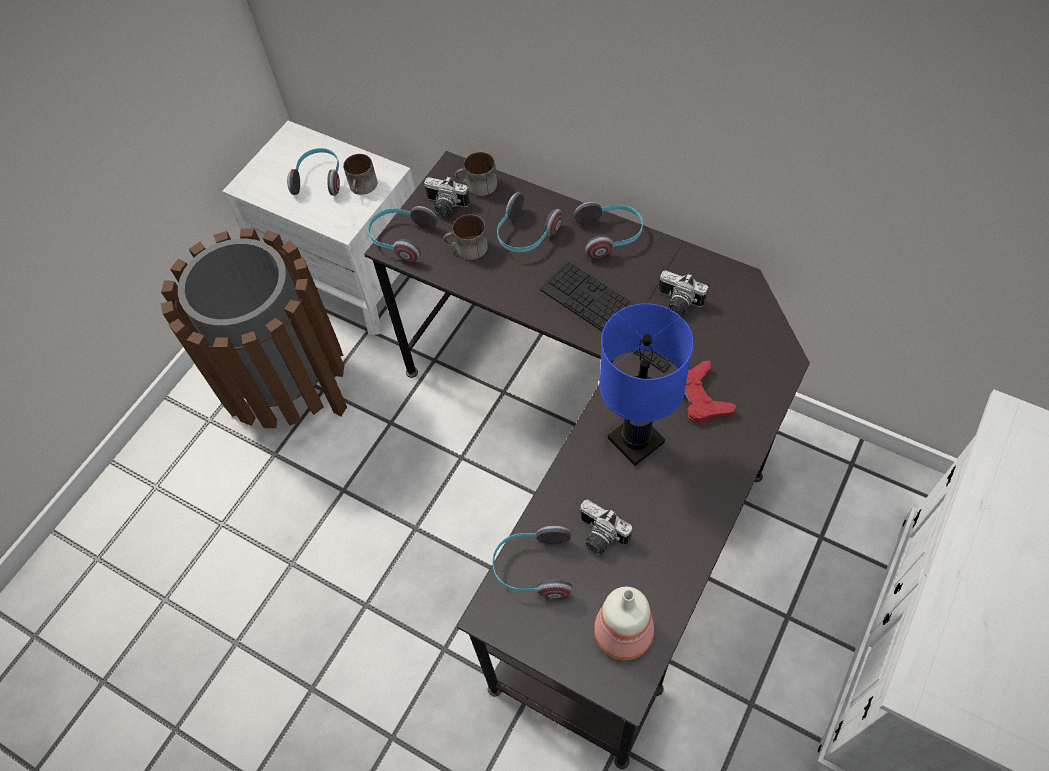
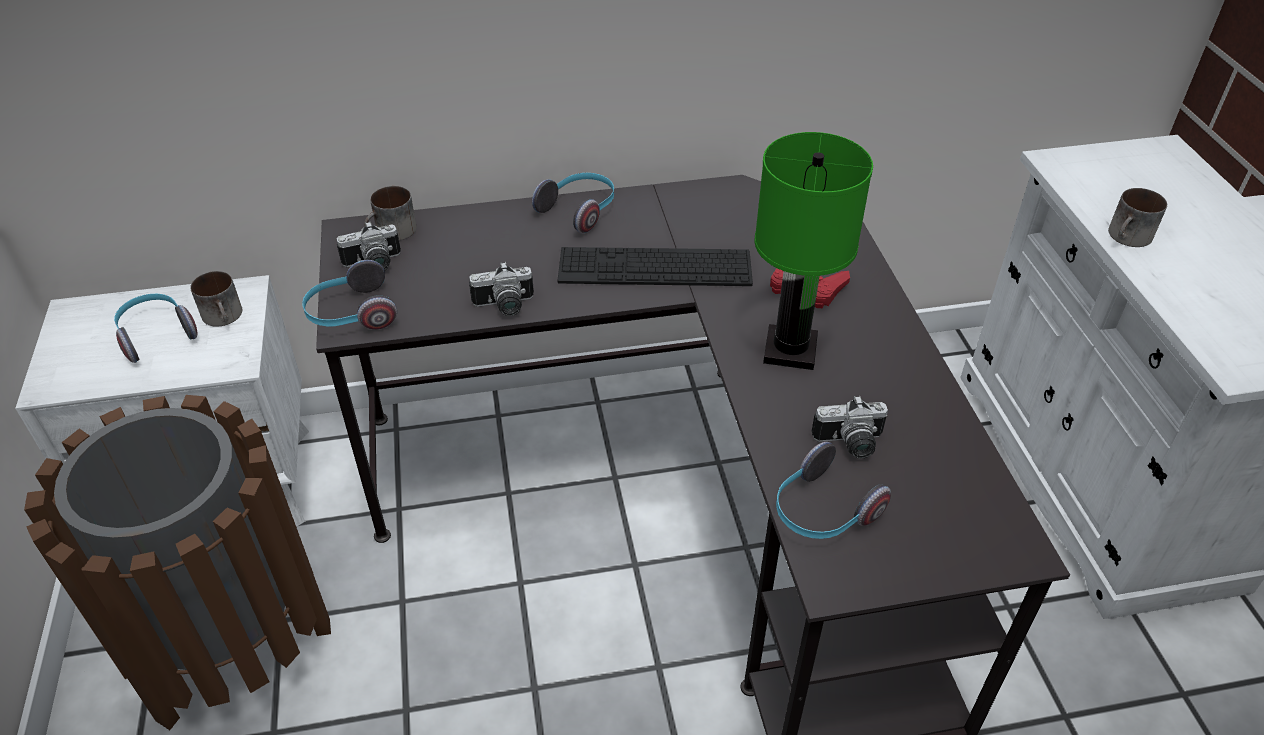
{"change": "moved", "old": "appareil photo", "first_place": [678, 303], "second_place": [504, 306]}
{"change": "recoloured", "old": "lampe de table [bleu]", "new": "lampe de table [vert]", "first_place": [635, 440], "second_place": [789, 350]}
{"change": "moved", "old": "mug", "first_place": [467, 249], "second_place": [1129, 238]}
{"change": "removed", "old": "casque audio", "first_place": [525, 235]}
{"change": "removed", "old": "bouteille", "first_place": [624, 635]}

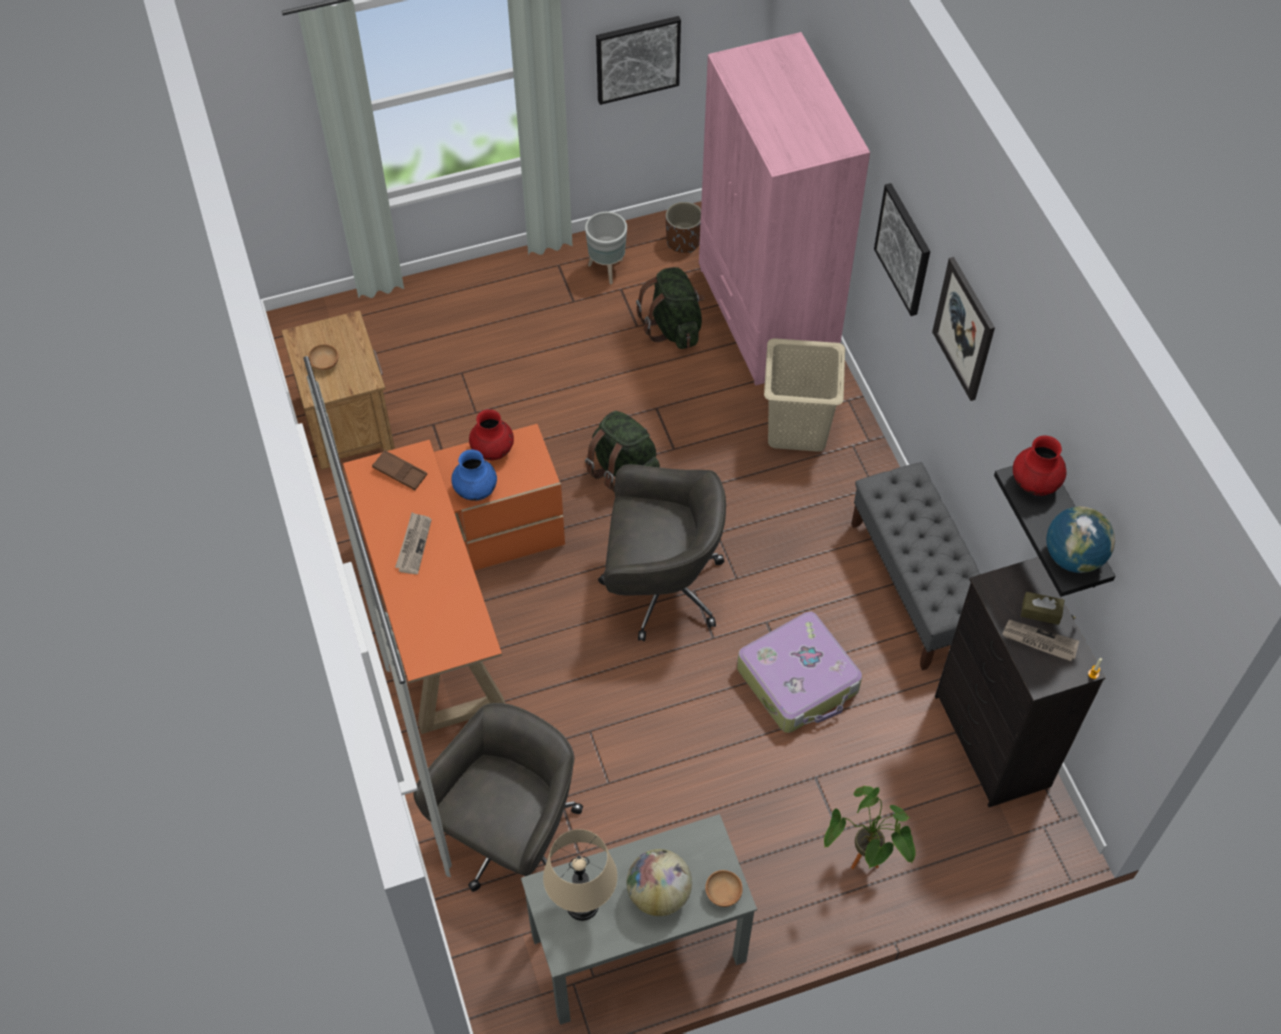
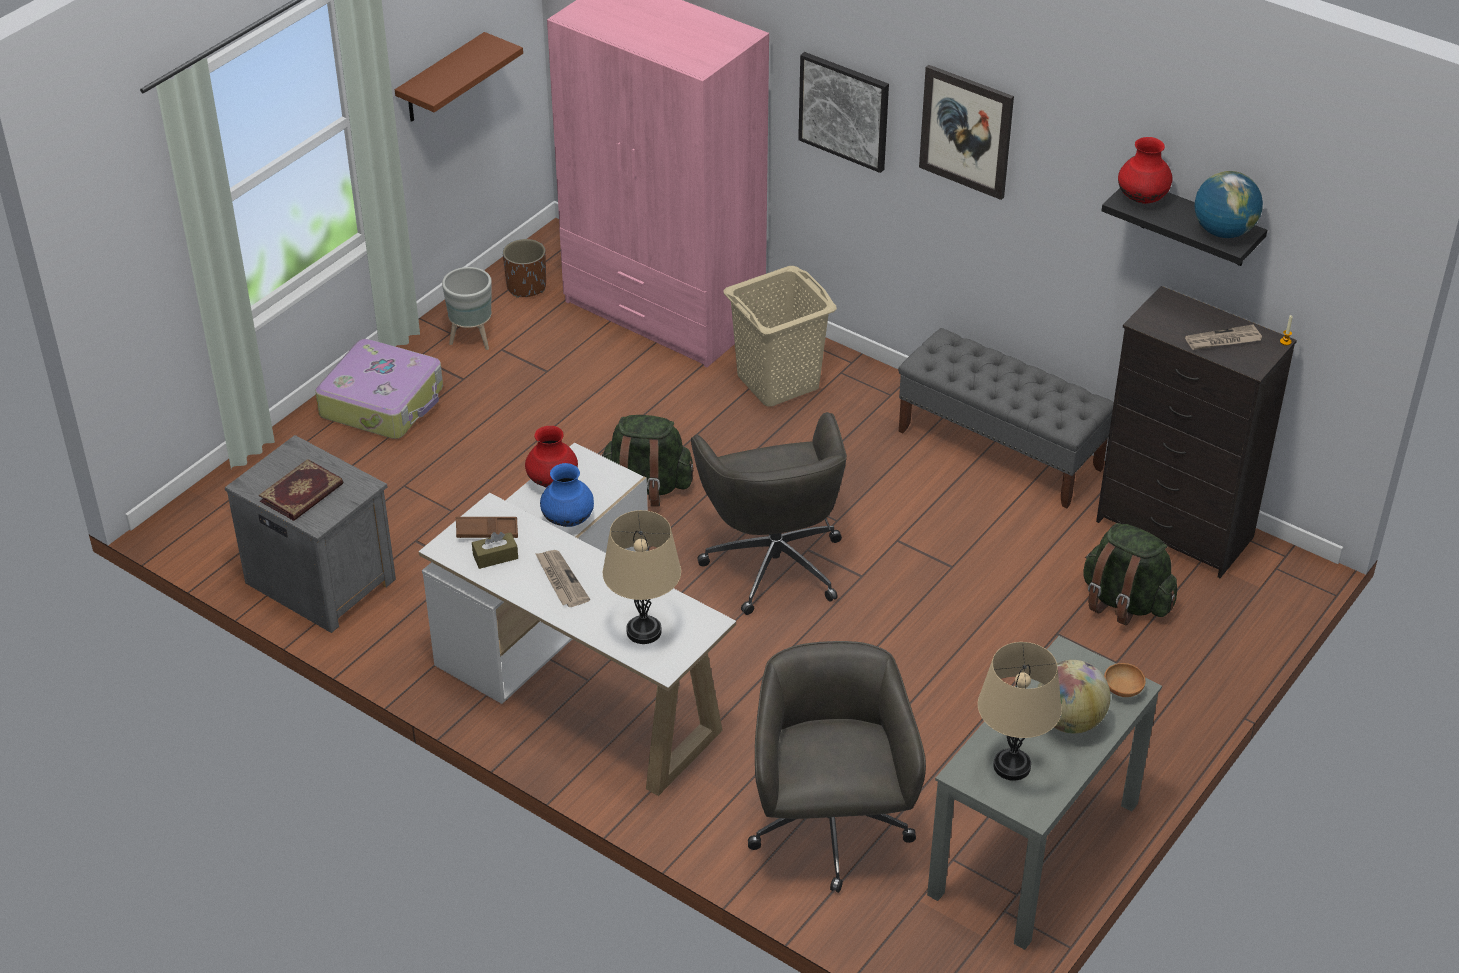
{"change": "recoloured", "old": "table de chevet [marron]", "new": "table de chevet [gris]", "first_place": [347, 421], "second_place": [320, 579]}
{"change": "replaced", "old": "bol [marron]", "new": "livre", "first_place": [324, 364], "second_place": [302, 493]}
{"change": "moved", "old": "valise", "first_place": [799, 680], "second_place": [383, 402]}
{"change": "replaced", "old": "tableau", "new": "étagère [marron]", "first_place": [637, 59], "second_place": [442, 79]}
{"change": "recoloured", "old": "bureau [orange]", "new": "bureau [blanc]", "first_place": [454, 596], "second_place": [579, 668]}
{"change": "moved", "old": "boîte à mouchoirs [marron]", "first_place": [1040, 612], "second_place": [495, 557]}
{"change": "added", "new": "lampe de table [beige]", "second_place": [643, 631]}
{"change": "turned", "old": "chaise de bureau [gris]", "first_place": [660, 587], "second_place": [773, 562], "degrees": 105}
{"change": "moved", "old": "sac à dos [vert]", "first_place": [673, 327], "second_place": [1124, 602]}
{"change": "removed", "old": "plante en pot", "first_place": [863, 867]}

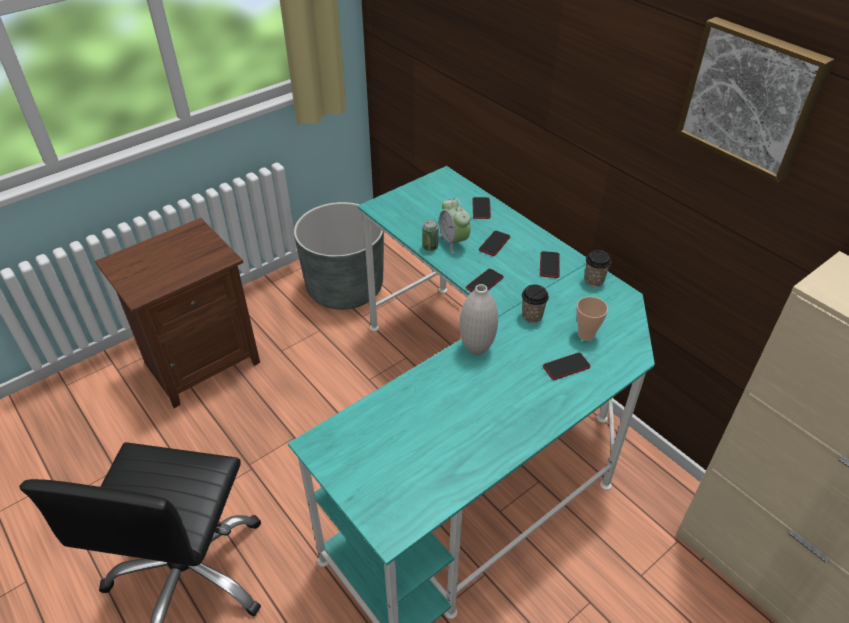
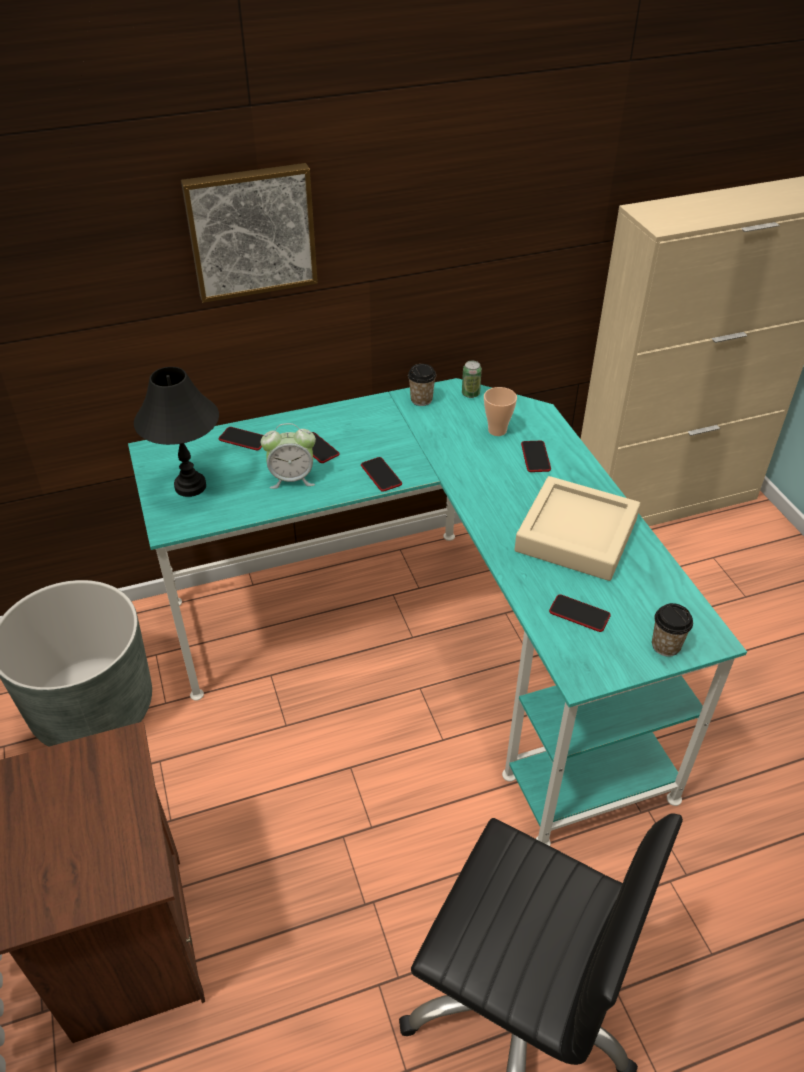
{"change": "added", "new": "lampe de table [noir]", "second_place": [191, 486]}
{"change": "moved", "old": "tableau", "first_place": [751, 97], "second_place": [251, 231]}
{"change": "moved", "old": "boîte métallique", "first_place": [430, 247], "second_place": [470, 394]}
{"change": "added", "new": "plateau [beige]", "second_place": [576, 535]}
{"change": "moved", "old": "téléphone", "first_place": [549, 265], "second_place": [579, 614]}
{"change": "moved", "old": "tasse", "first_place": [532, 316], "second_place": [665, 646]}
{"change": "removed", "old": "vase [blanc]", "first_place": [476, 348]}

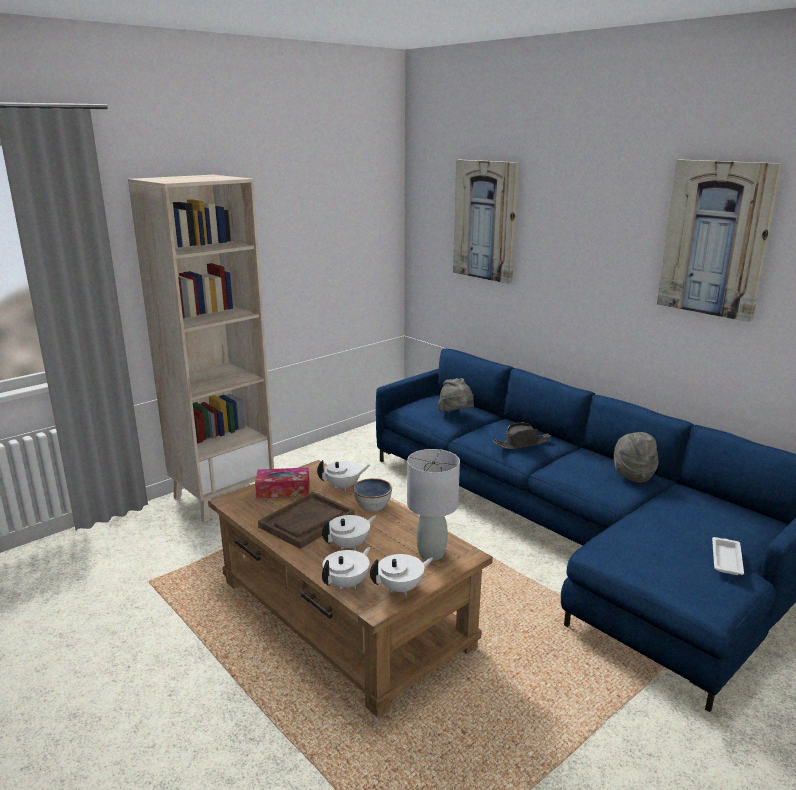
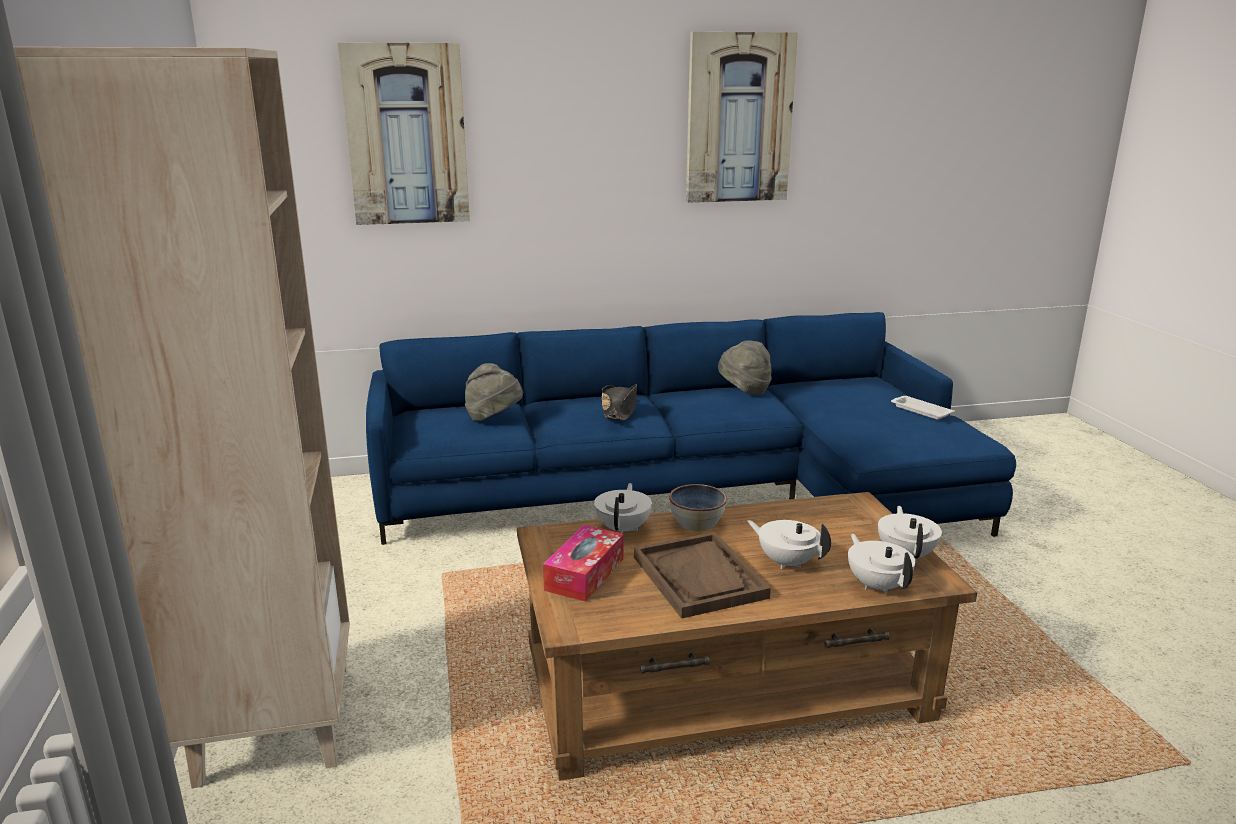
{"change": "turned", "old": "théière [blanc]", "first_place": [350, 545], "second_place": [787, 562], "degrees": -45}
{"change": "removed", "old": "lampe de table [gris]", "first_place": [431, 554]}

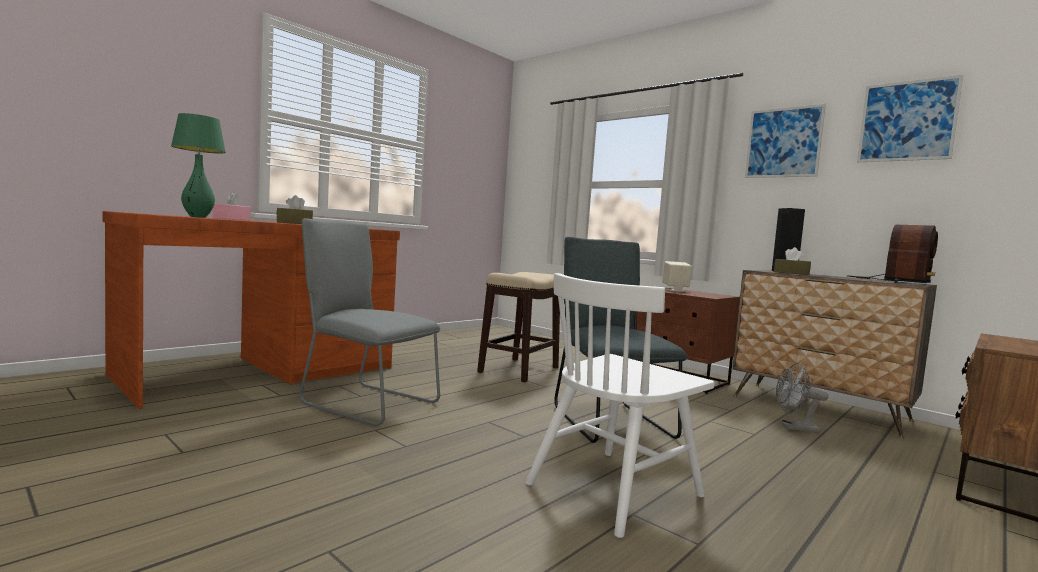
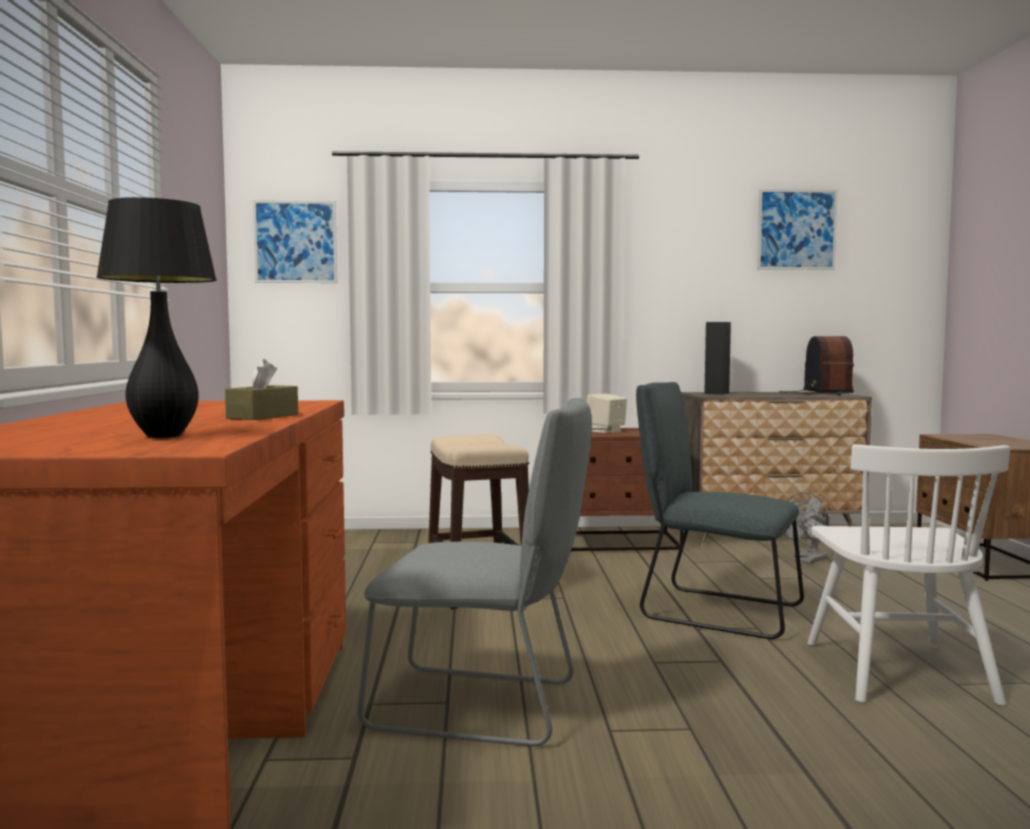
{"change": "recoloured", "old": "lampe de table [vert]", "new": "lampe de table [noir]", "first_place": [198, 217], "second_place": [163, 436]}
{"change": "moved", "old": "tableau", "first_place": [783, 142], "second_place": [295, 242]}
{"change": "turned", "old": "chaise [gris]", "first_place": [365, 402], "second_place": [483, 706], "degrees": -150}
{"change": "removed", "old": "boîte à mouchoirs [rose]", "first_place": [232, 219]}
{"change": "removed", "old": "boîte à mouchoirs [marron]", "first_place": [791, 273]}

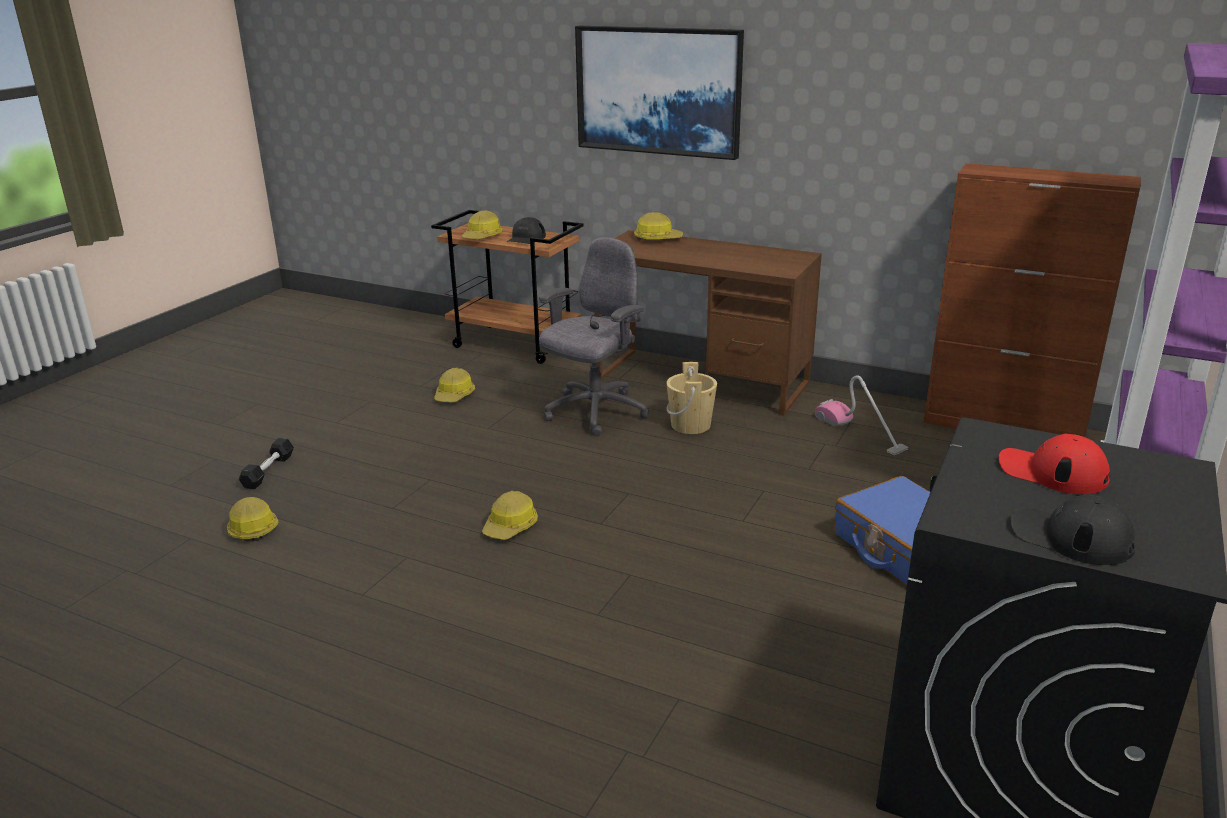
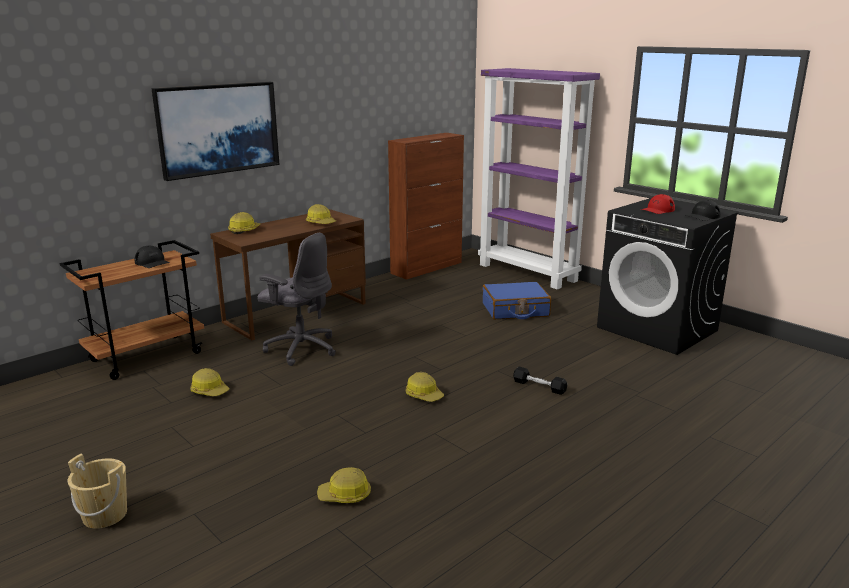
{"change": "moved", "old": "seau [beige]", "first_place": [690, 425], "second_place": [105, 515]}
{"change": "turned", "old": "chaise de bureau [gris]", "first_place": [594, 412], "second_place": [301, 348], "degrees": 150}
{"change": "moved", "old": "casque de chantier", "first_place": [483, 237], "second_place": [321, 223]}
{"change": "moved", "old": "haltère [noir]", "first_place": [268, 471], "second_place": [539, 386]}
{"change": "removed", "old": "aspirateur", "first_place": [859, 433]}

